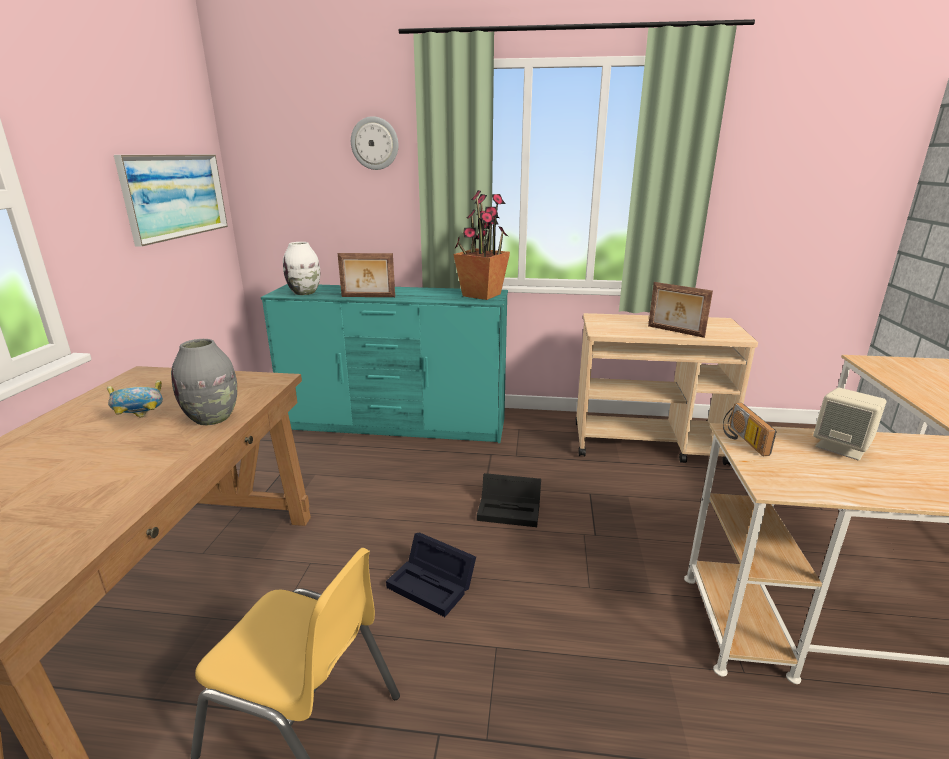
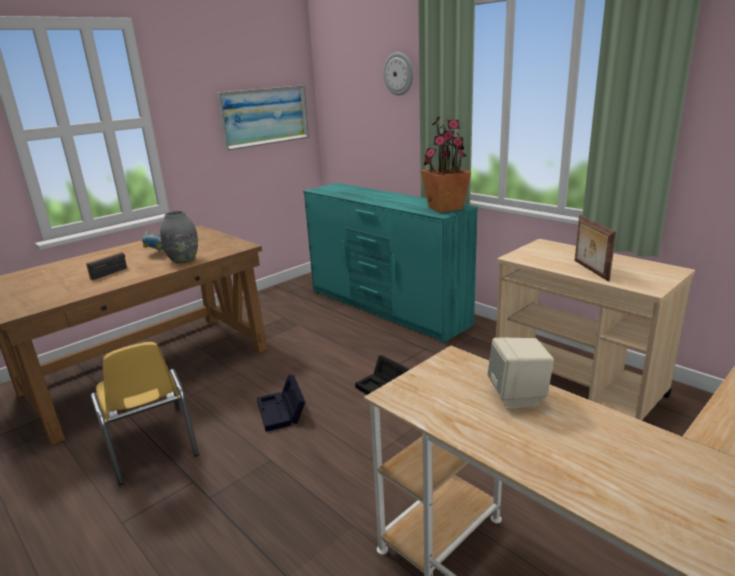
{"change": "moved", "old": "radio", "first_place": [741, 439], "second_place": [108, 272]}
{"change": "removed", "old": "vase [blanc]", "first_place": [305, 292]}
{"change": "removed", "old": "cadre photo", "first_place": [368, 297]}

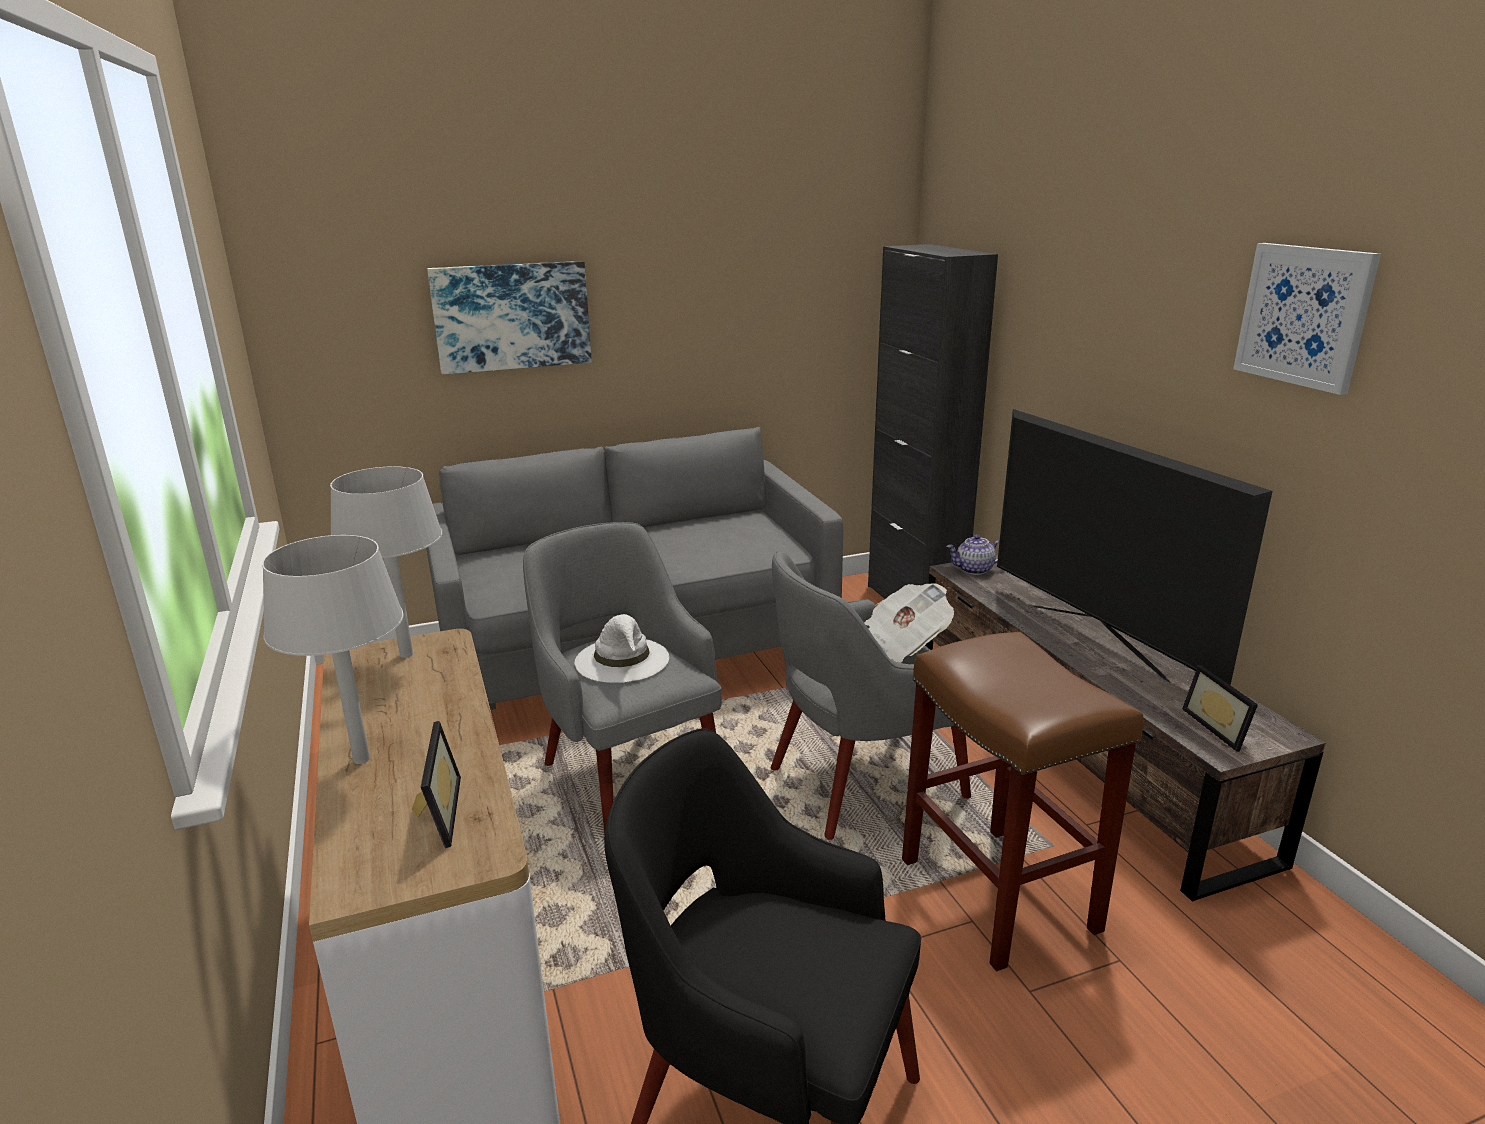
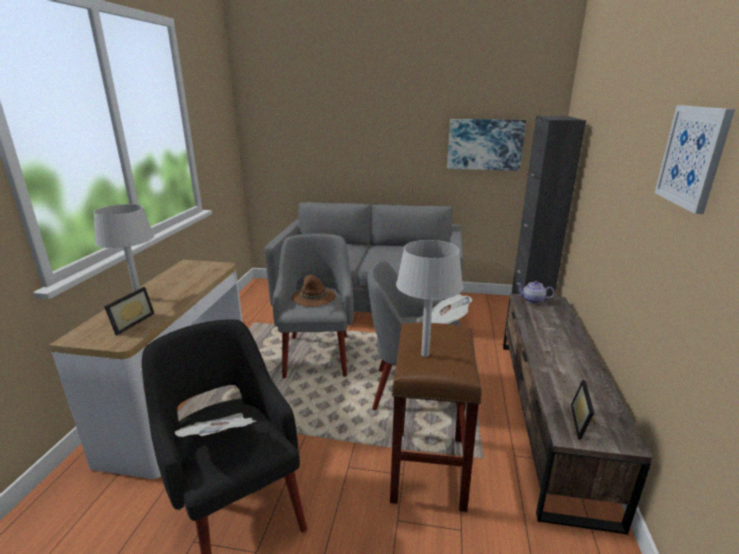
{"change": "added", "new": "journal", "second_place": [221, 440]}
{"change": "recoloured", "old": "chapeau [blanc]", "new": "chapeau [marron]", "first_place": [623, 660], "second_place": [313, 297]}
{"change": "moved", "old": "lampe de table [gris]", "first_place": [407, 654], "second_place": [425, 354]}
{"change": "moved", "old": "tableau", "first_place": [511, 316], "second_place": [484, 144]}
{"change": "removed", "old": "téléviseur", "first_place": [1096, 640]}

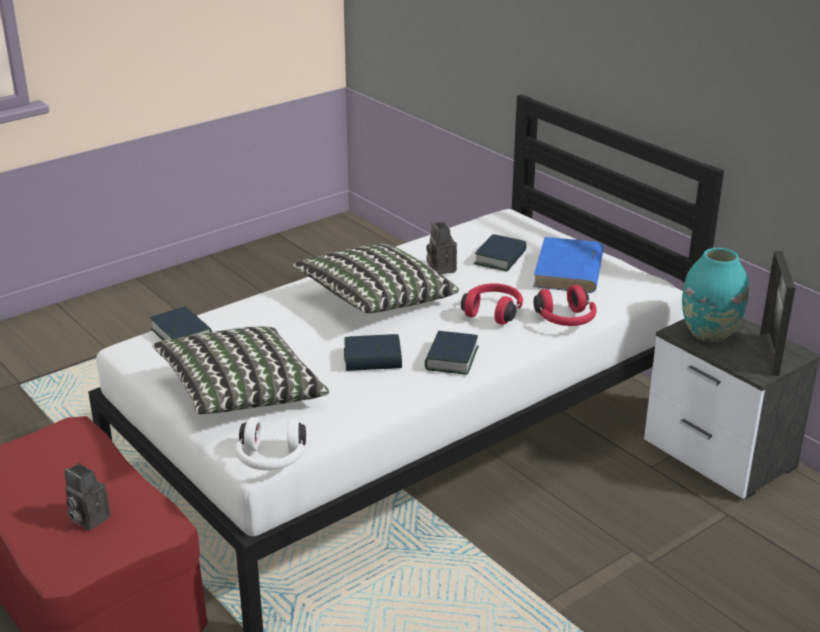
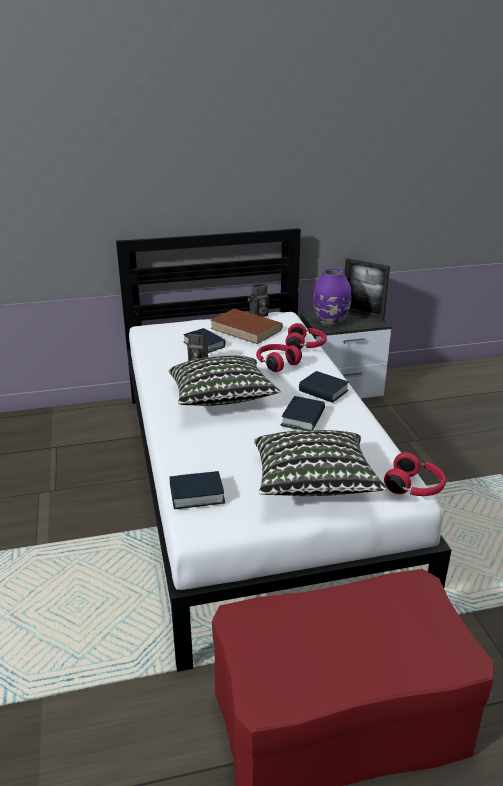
{"change": "recoloured", "old": "livre [bleu]", "new": "livre [marron]", "first_place": [568, 271], "second_place": [246, 329]}
{"change": "moved", "old": "appareil photo", "first_place": [87, 519], "second_place": [258, 315]}
{"change": "recoloured", "old": "vase [turquoise]", "new": "vase [violet]", "first_place": [709, 334], "second_place": [330, 322]}
{"change": "recoloured", "old": "casque audio [blanc]", "new": "casque audio [rouge]", "first_place": [271, 459], "second_place": [415, 487]}

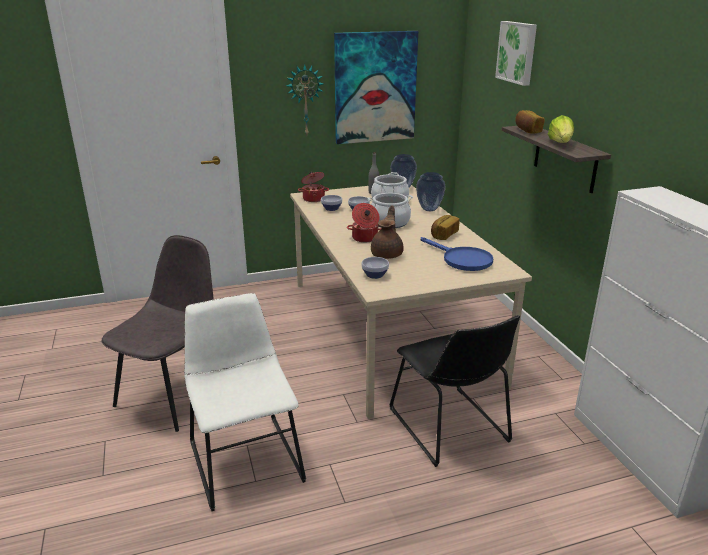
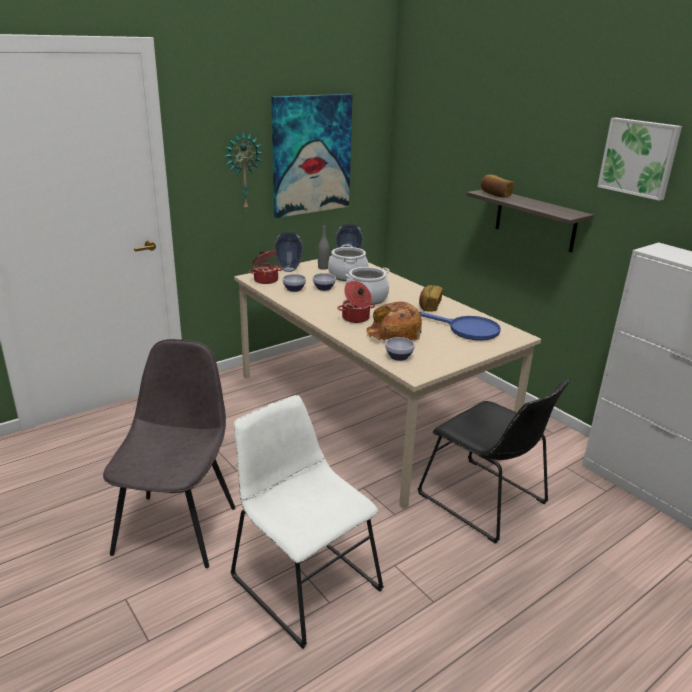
{"change": "moved", "old": "vase", "first_place": [430, 209], "second_place": [289, 269]}
{"change": "replaced", "old": "théière [marron]", "new": "pain", "first_place": [387, 254], "second_place": [392, 333]}
{"change": "moved", "old": "tableau", "first_place": [517, 52], "second_place": [639, 157]}
{"change": "removed", "old": "laitue", "first_place": [560, 143]}

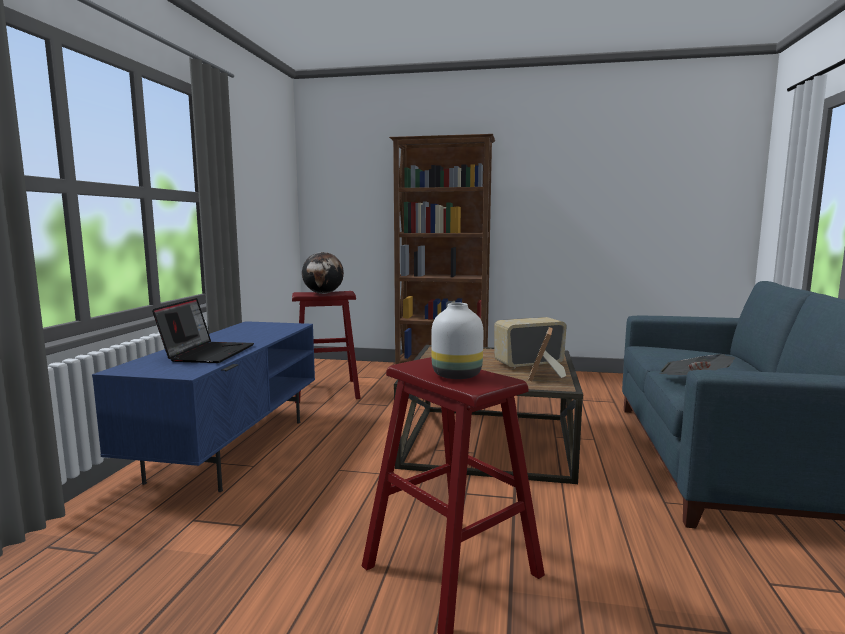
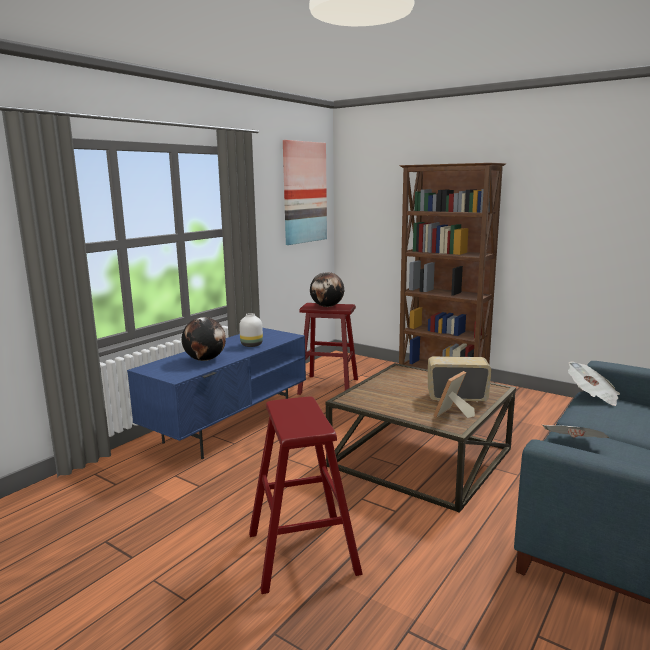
{"change": "replaced", "old": "ordinateur portable", "new": "globe", "first_place": [208, 353], "second_place": [205, 359]}
{"change": "moved", "old": "vase [blanc]", "first_place": [455, 375], "second_place": [251, 345]}
{"change": "added", "new": "tableau", "second_place": [304, 192]}
{"change": "added", "new": "journal", "second_place": [592, 396]}

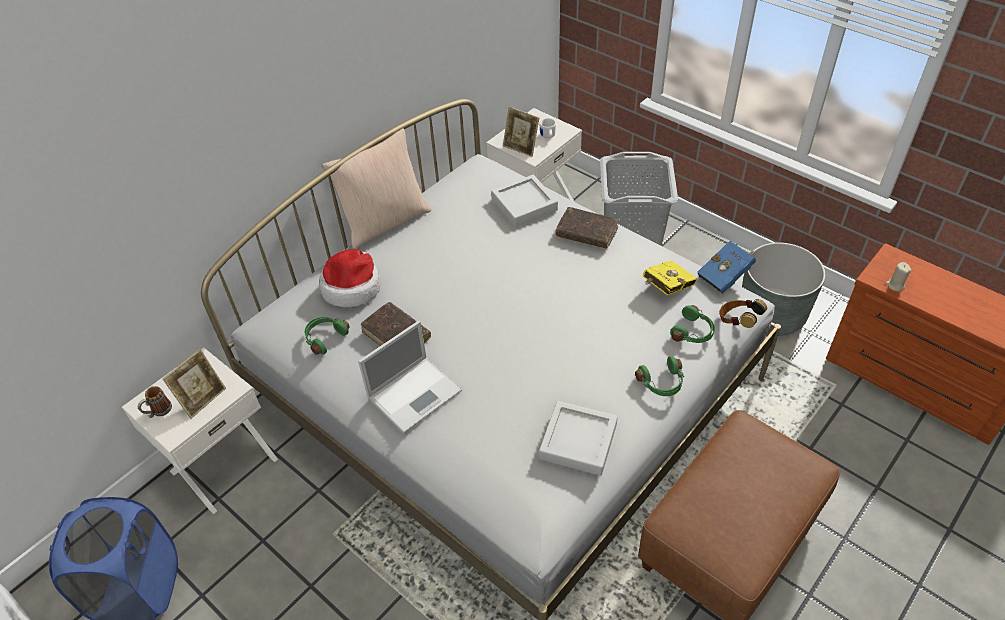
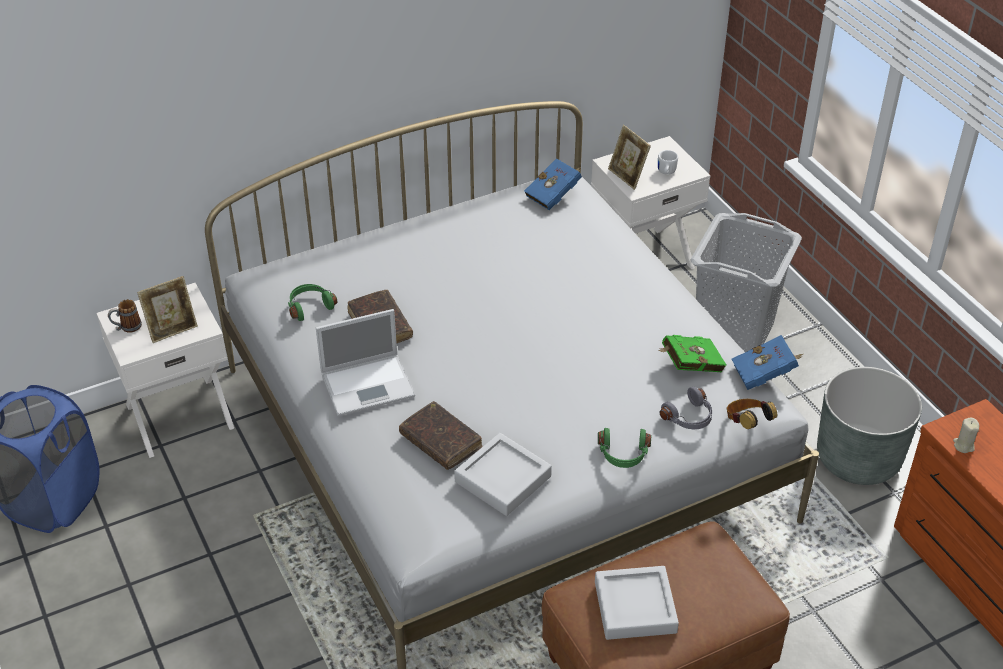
{"change": "moved", "old": "livre [marron]", "first_place": [586, 233], "second_place": [440, 442]}
{"change": "added", "new": "livre [bleu]", "second_place": [555, 195]}
{"change": "moved", "old": "plateau [gris]", "first_place": [524, 204], "second_place": [635, 607]}
{"change": "recoloured", "old": "livre [jaune]", "new": "livre [vert]", "first_place": [665, 287], "second_place": [689, 365]}
{"change": "recoloured", "old": "casque audio [vert]", "new": "casque audio [gris]", "first_place": [693, 332], "second_place": [689, 418]}
{"change": "removed", "old": "chapeau", "first_place": [352, 287]}
{"change": "removed", "old": "coussin [beige]", "first_place": [385, 222]}

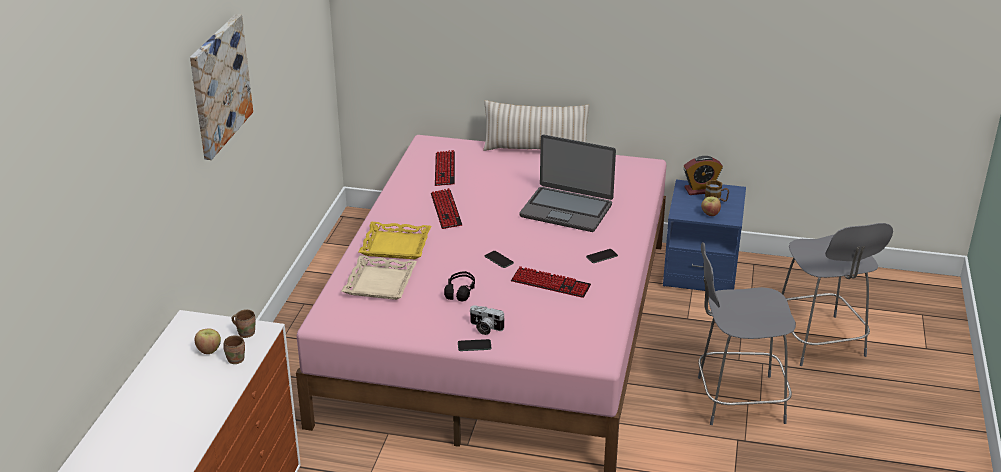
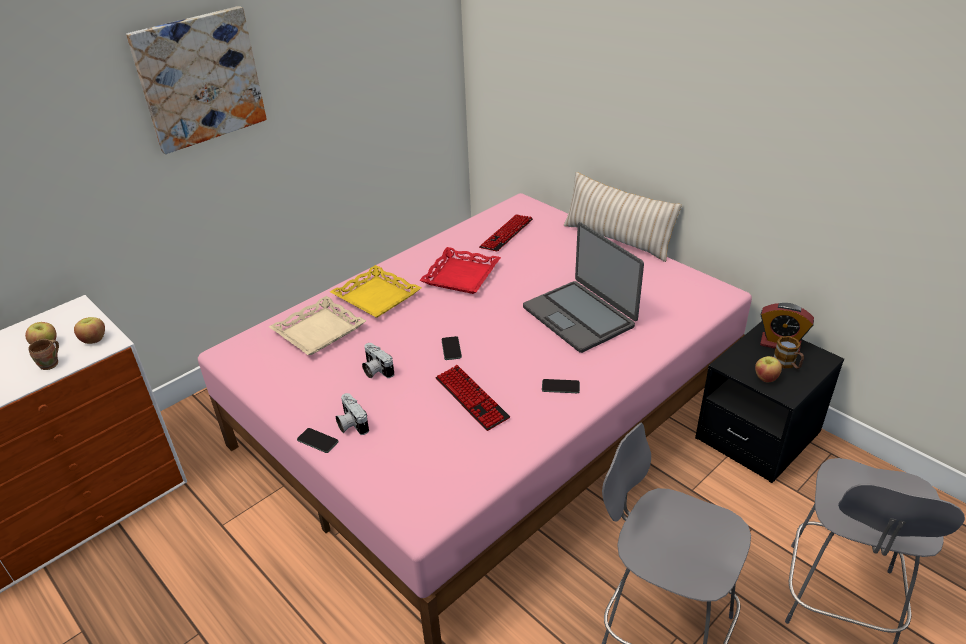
{"change": "replaced", "old": "mug [marron]", "new": "pomme", "first_place": [246, 332], "second_place": [94, 339]}
{"change": "replaced", "old": "casque audio [noir]", "new": "appareil photo", "first_place": [460, 292], "second_place": [375, 370]}
{"change": "replaced", "old": "clavier", "new": "plateau [rouge]", "first_place": [446, 210], "second_place": [461, 276]}
{"change": "recoloured", "old": "table de chevet [bleu]", "new": "table de chevet [noir]", "first_place": [701, 270], "second_place": [757, 436]}

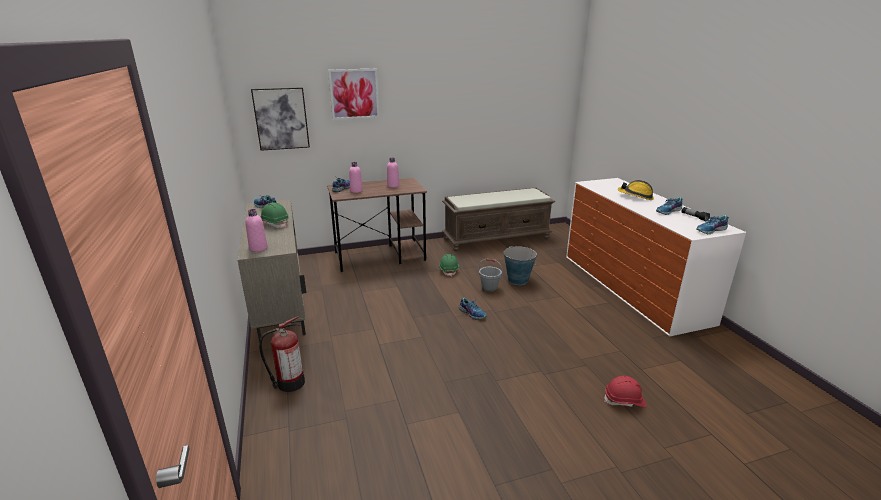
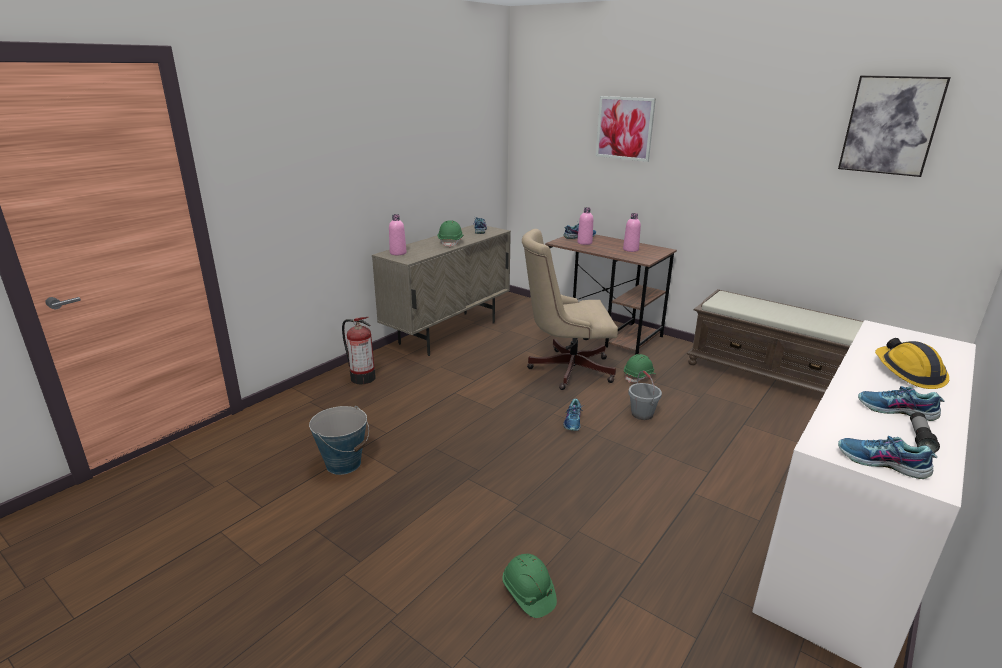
{"change": "moved", "old": "seau", "first_place": [518, 280], "second_place": [343, 463]}
{"change": "recoloured", "old": "casque de chantier [rouge]", "new": "casque de chantier [vert]", "first_place": [624, 401], "second_place": [528, 593]}
{"change": "added", "new": "chaise de bureau [beige]", "second_place": [565, 369]}
{"change": "moved", "old": "tableau", "first_place": [281, 119], "second_place": [891, 125]}

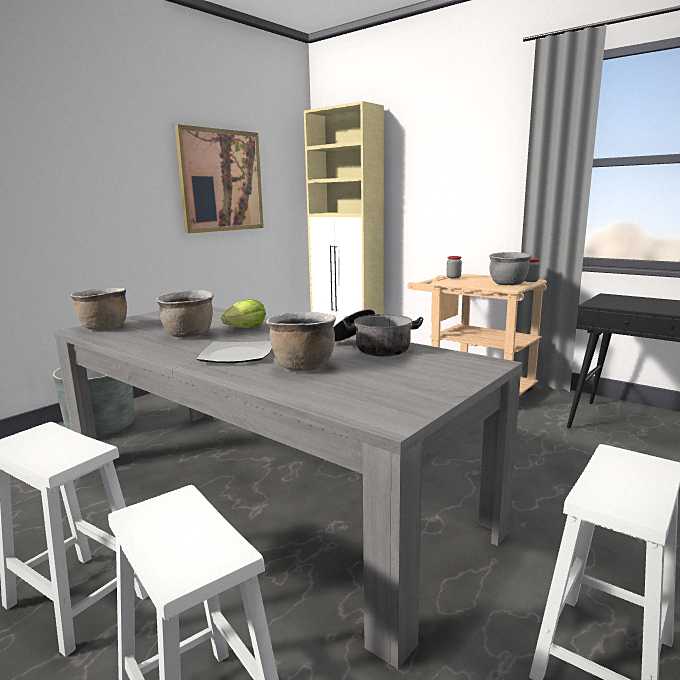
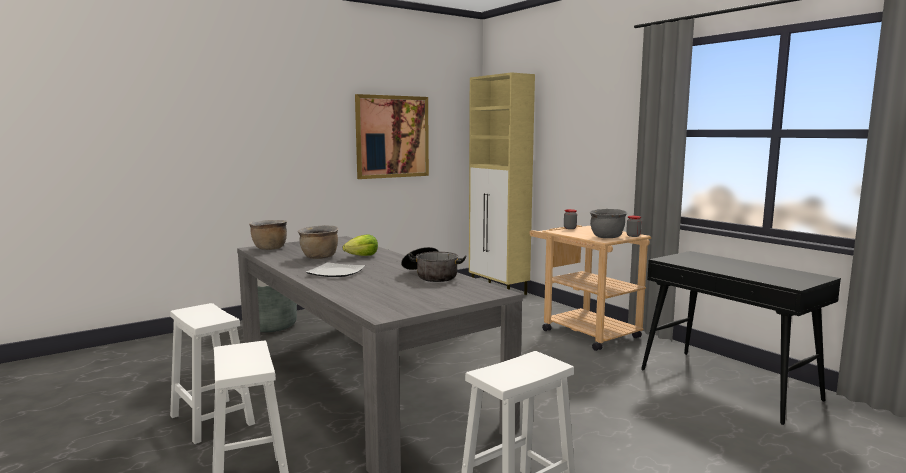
{"change": "removed", "old": "marmite [marron]", "first_place": [303, 366]}

